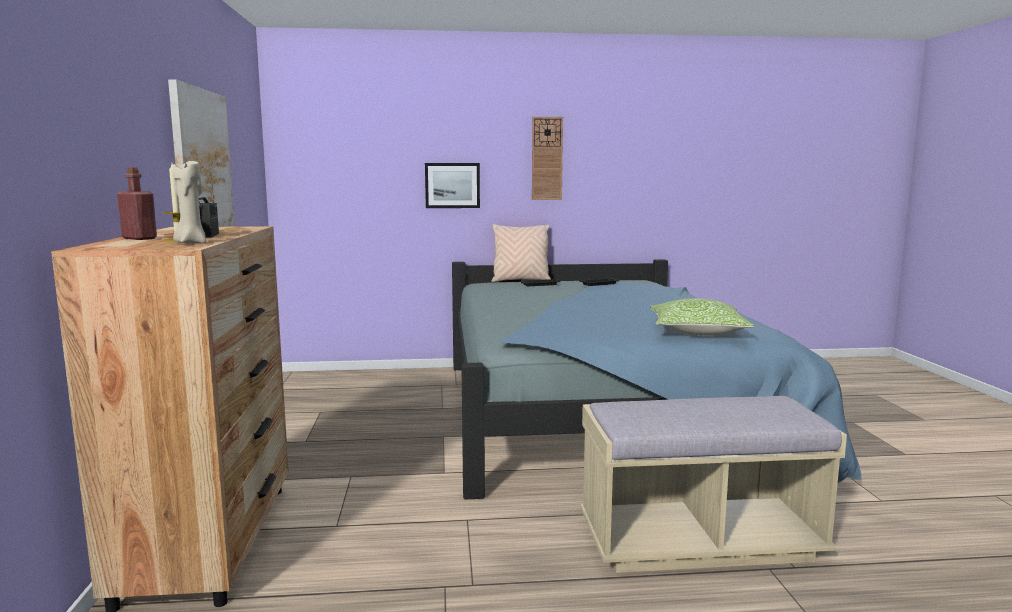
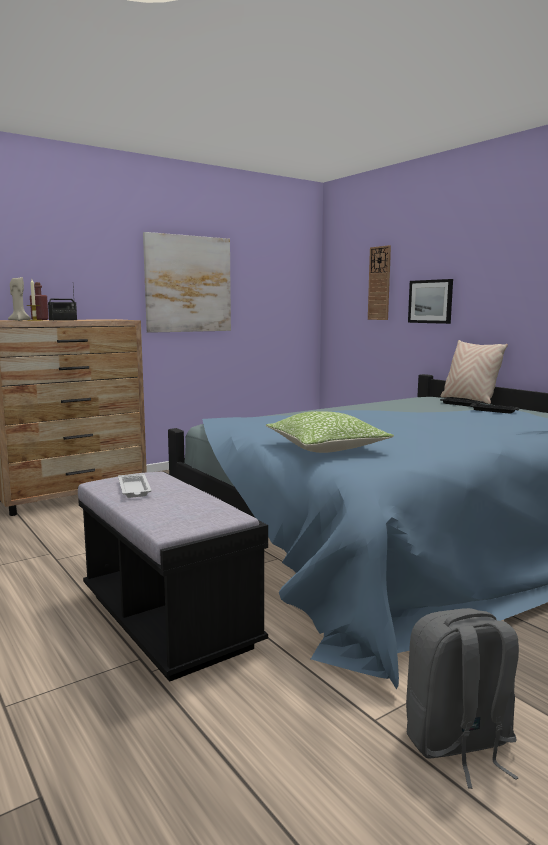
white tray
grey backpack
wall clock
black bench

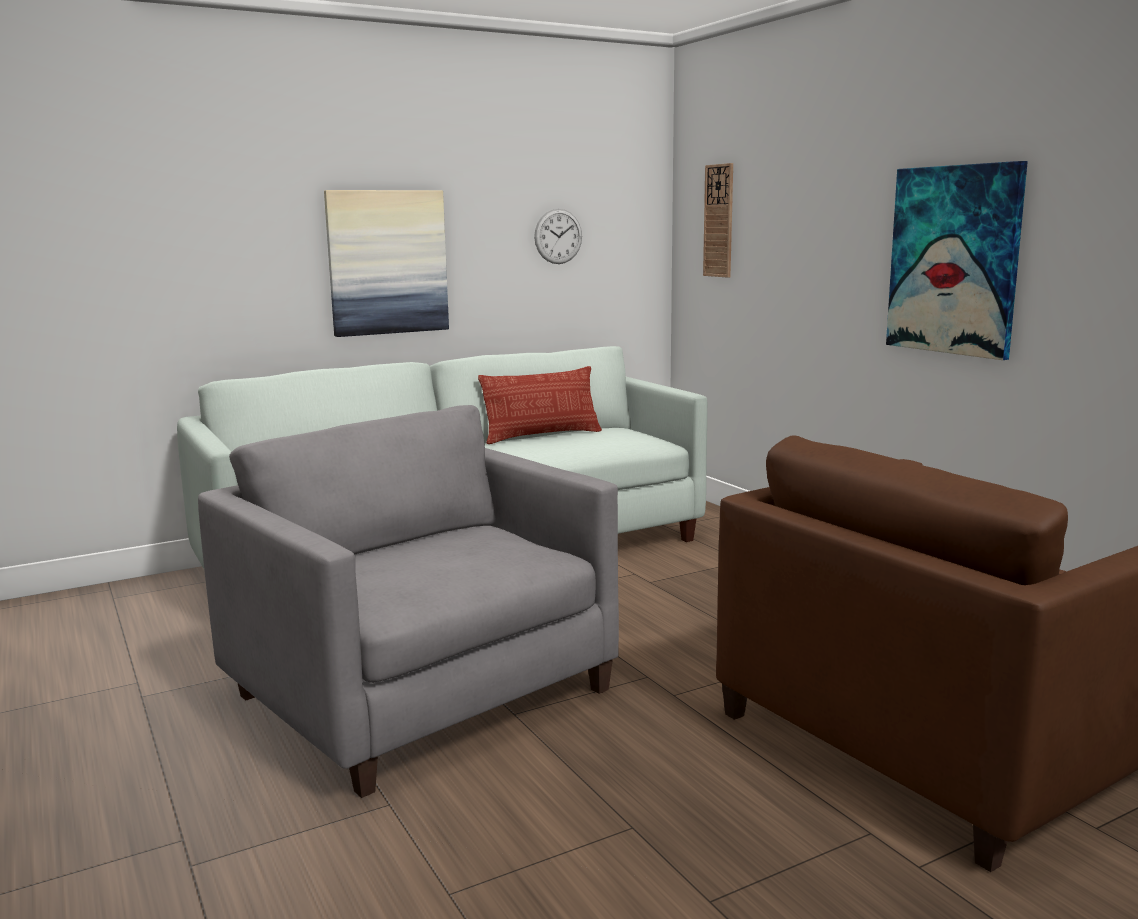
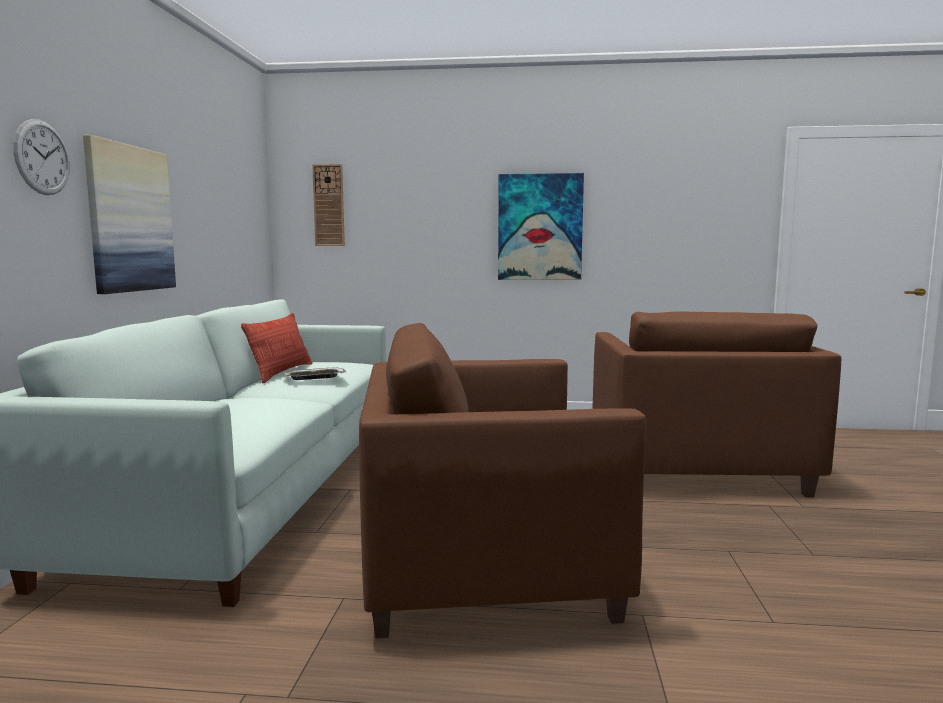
tray
wall clock (1st from left)
brown armchair (1st from left)

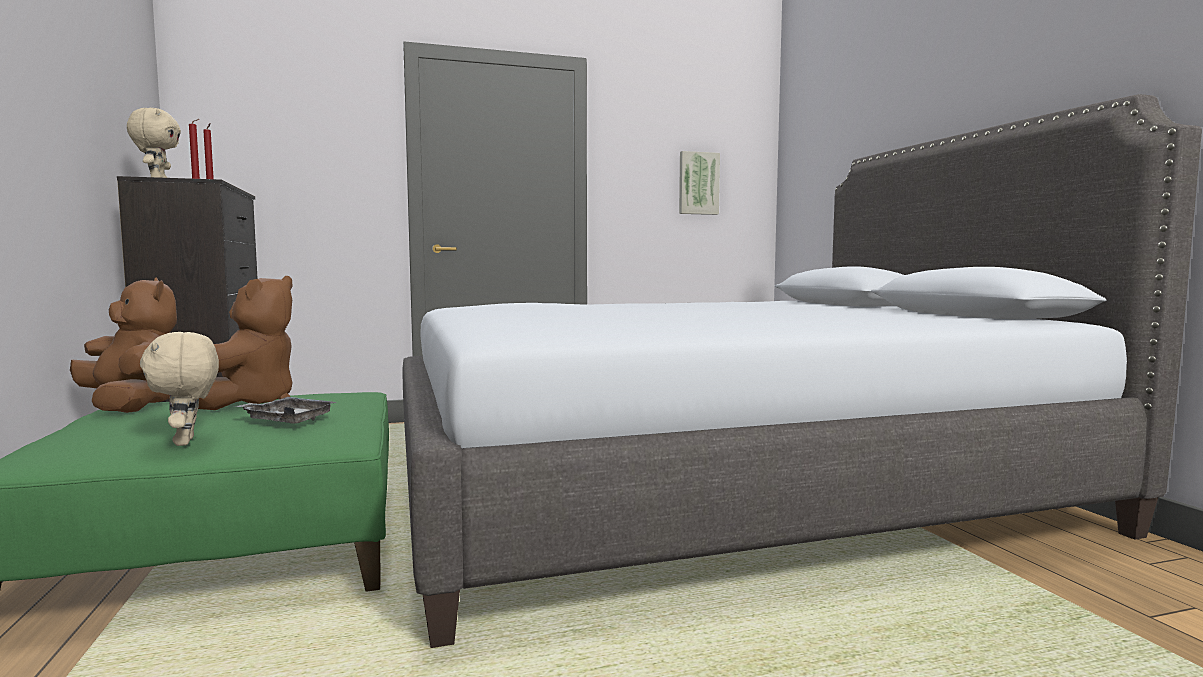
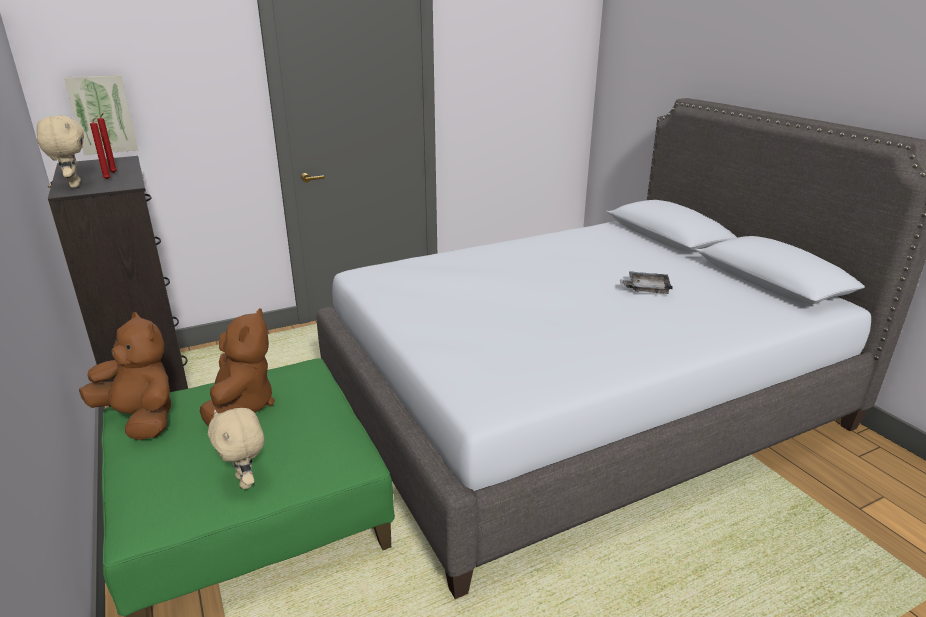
grey tray
picture

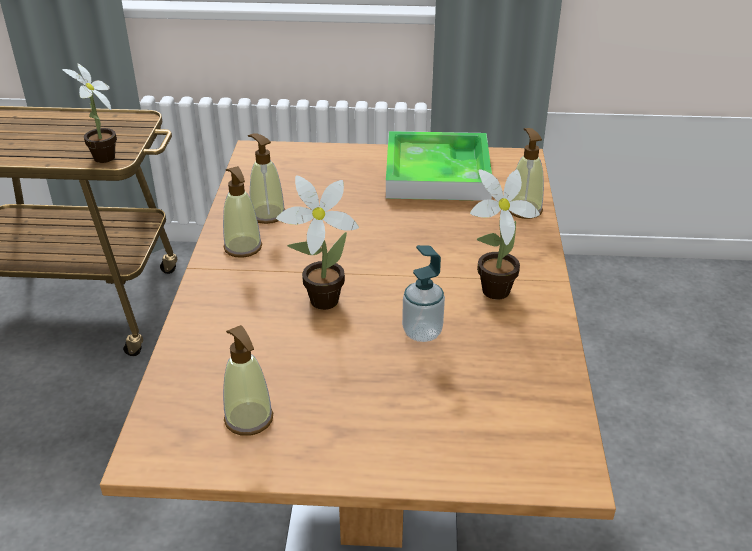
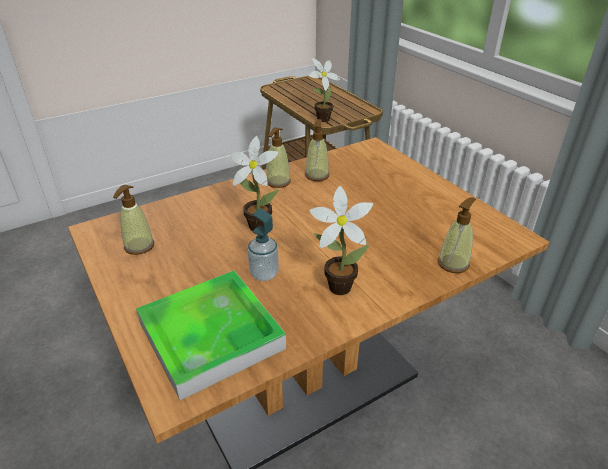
tray

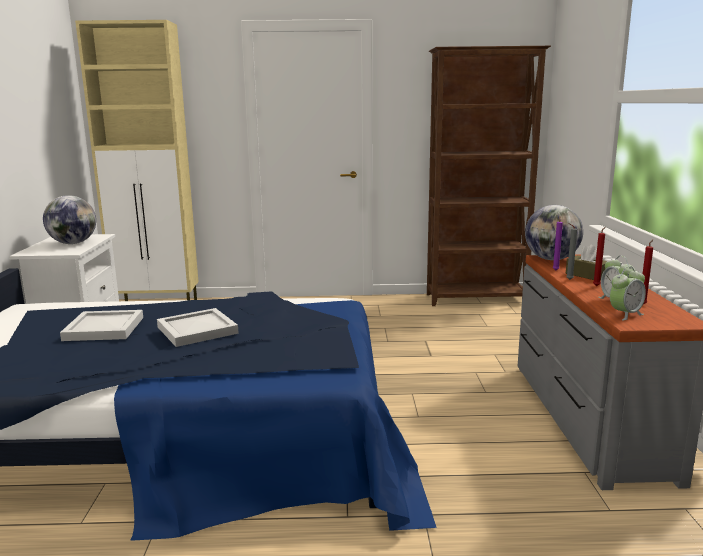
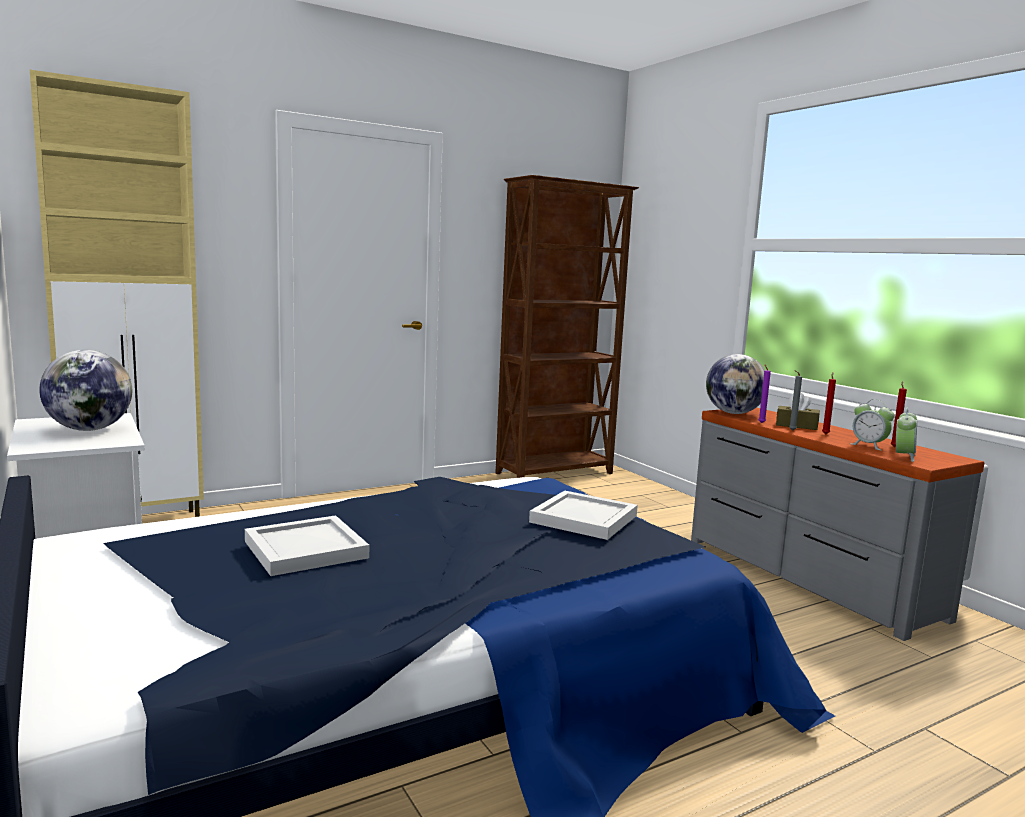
white tray (2nd from left)

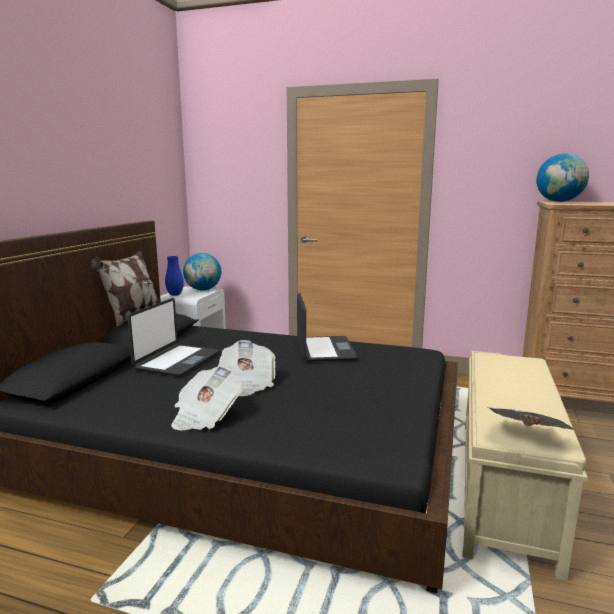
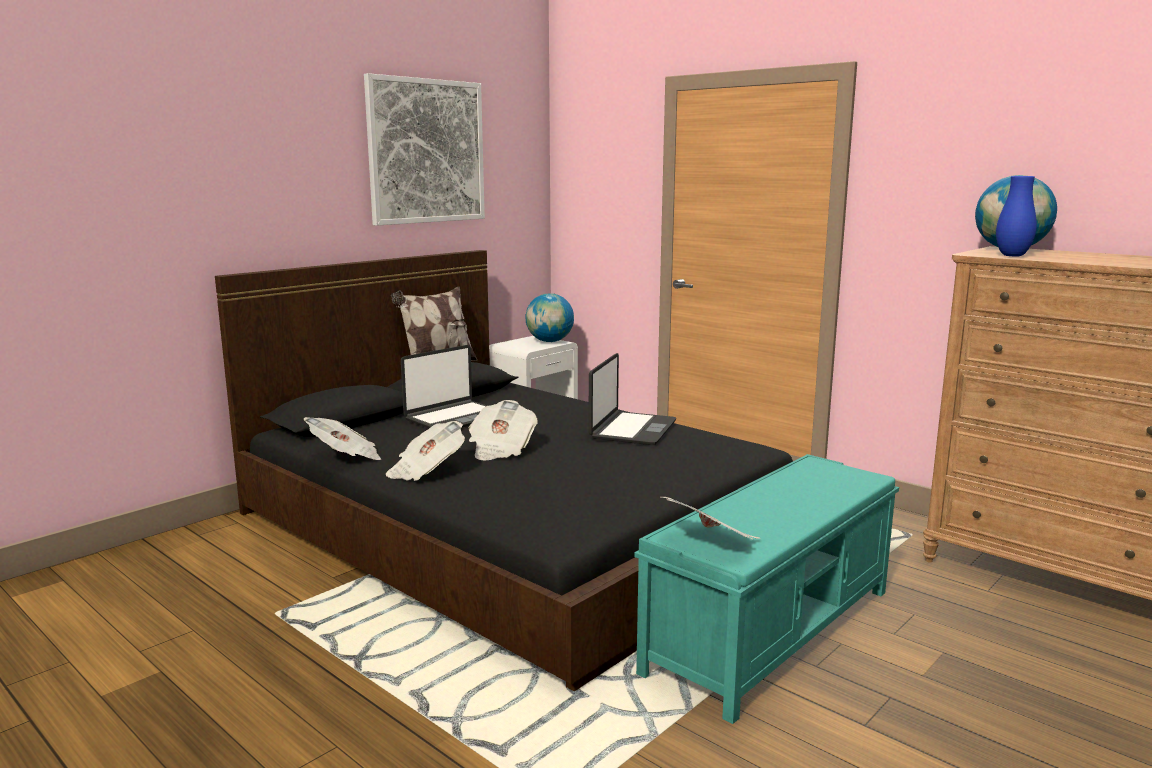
newspaper (1st from left)
picture
blue vase
turquoise bench

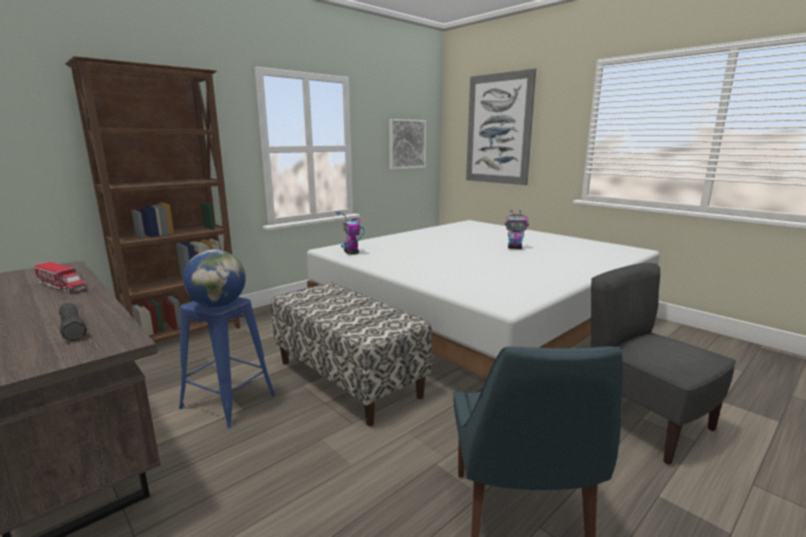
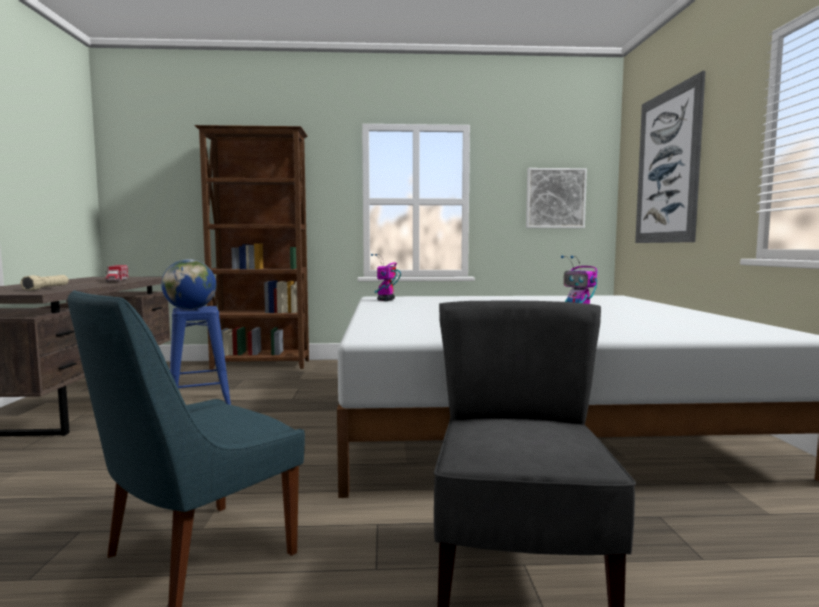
bench
beige flashlight

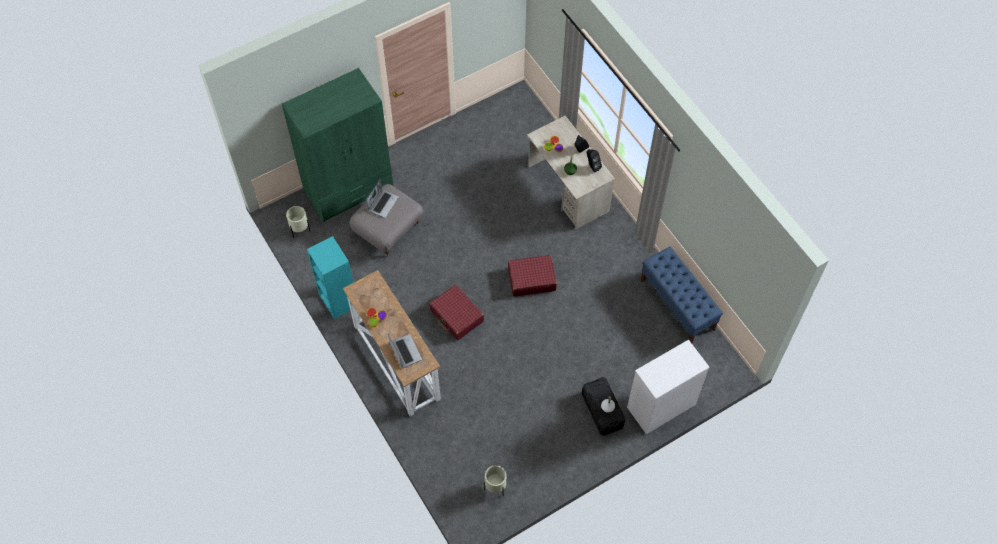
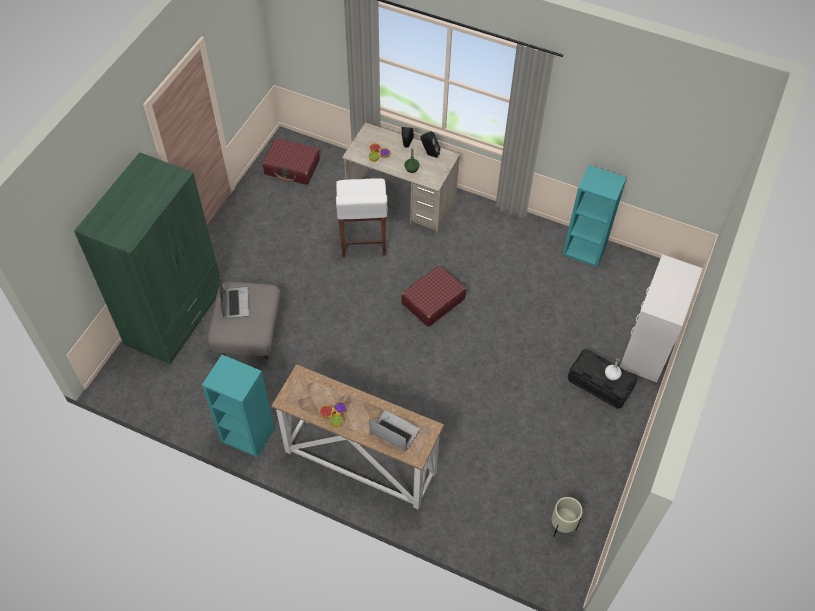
beige planter (1st from left in the first image)
white stool
red suitcase (1st from left)
turquoise bookcase (2nd from left)

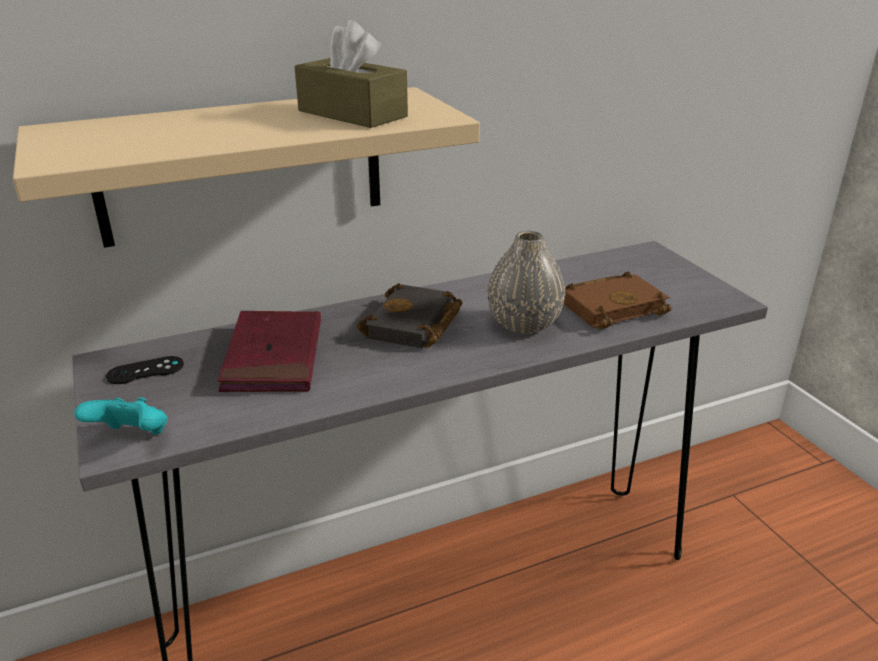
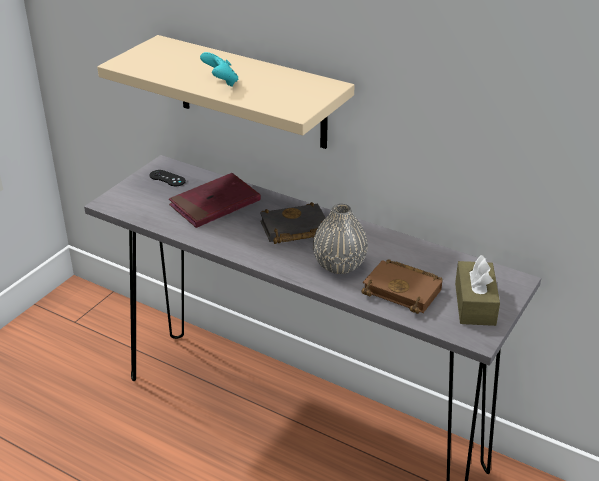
turquoise game controller
brown tissue box

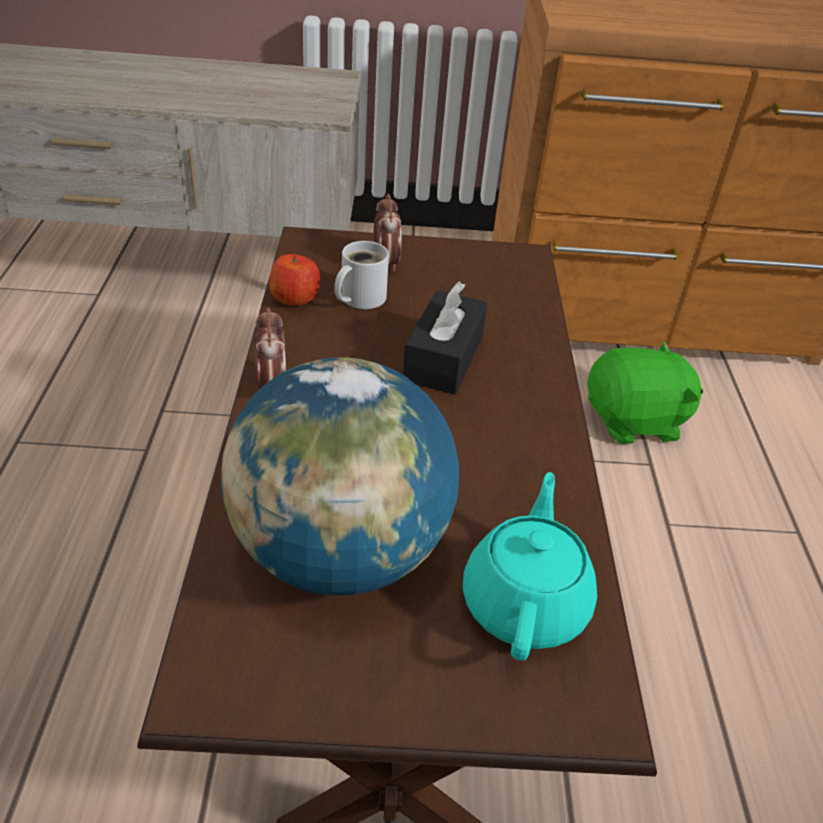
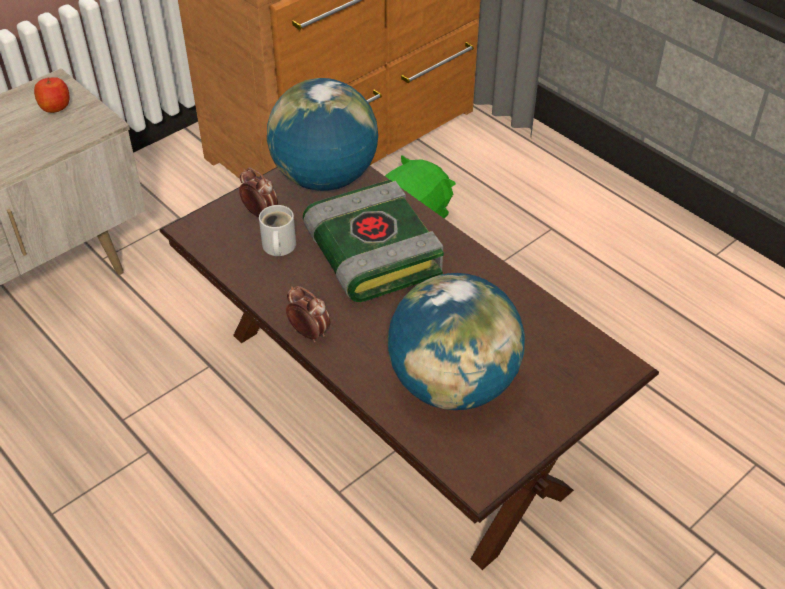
turquoise teapot
globe (1st from left)
apple
book

